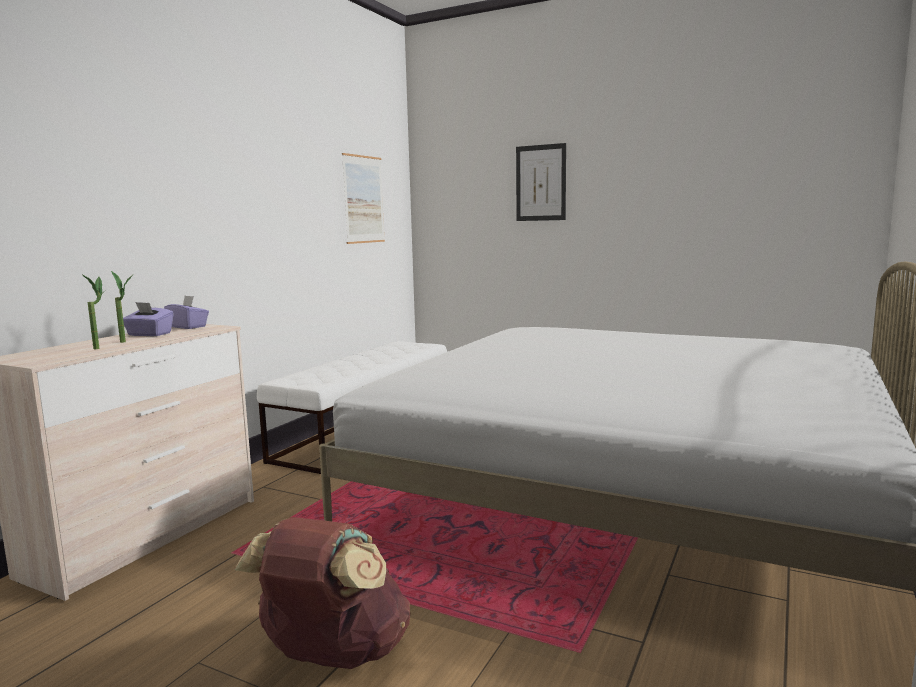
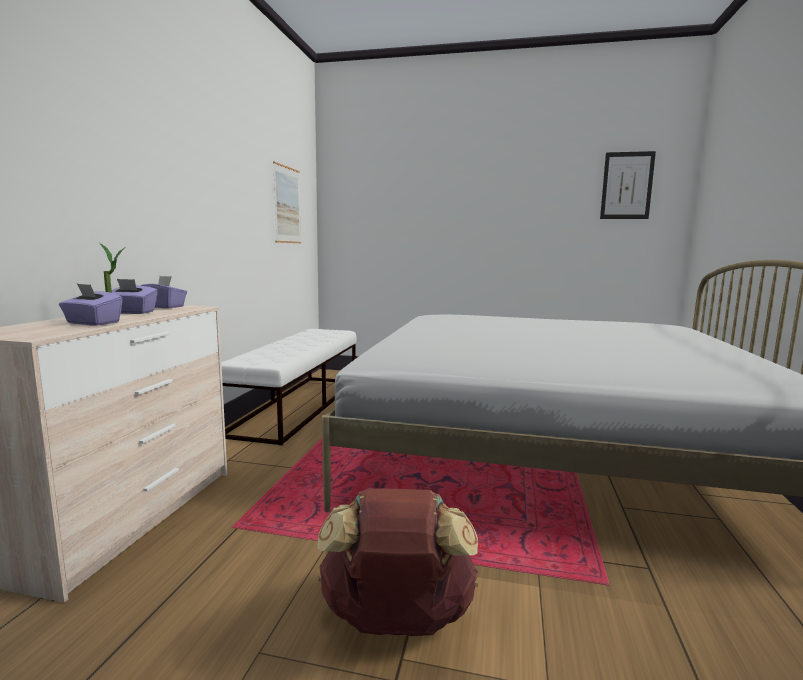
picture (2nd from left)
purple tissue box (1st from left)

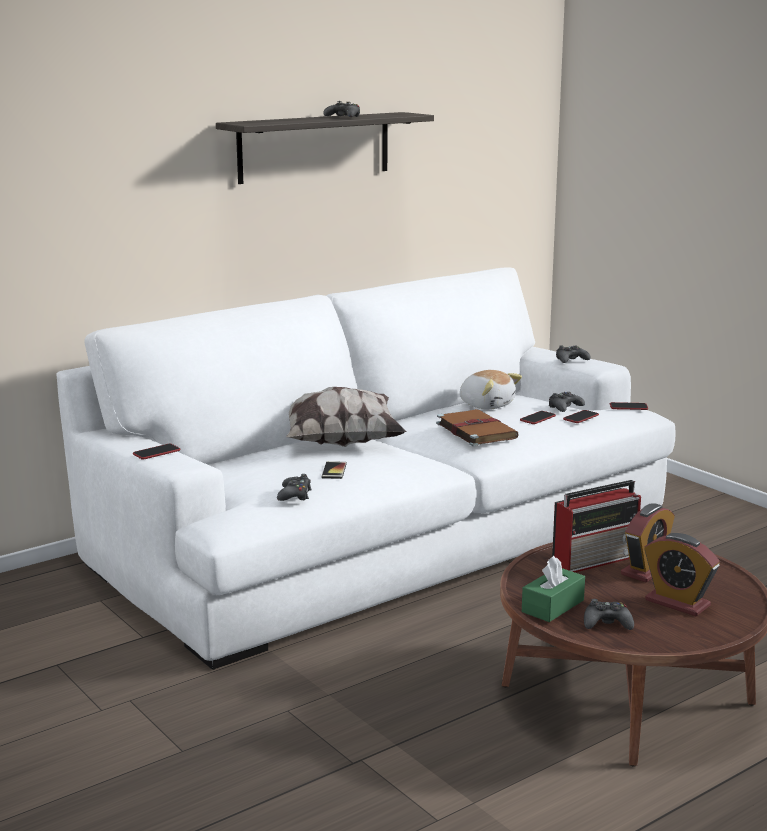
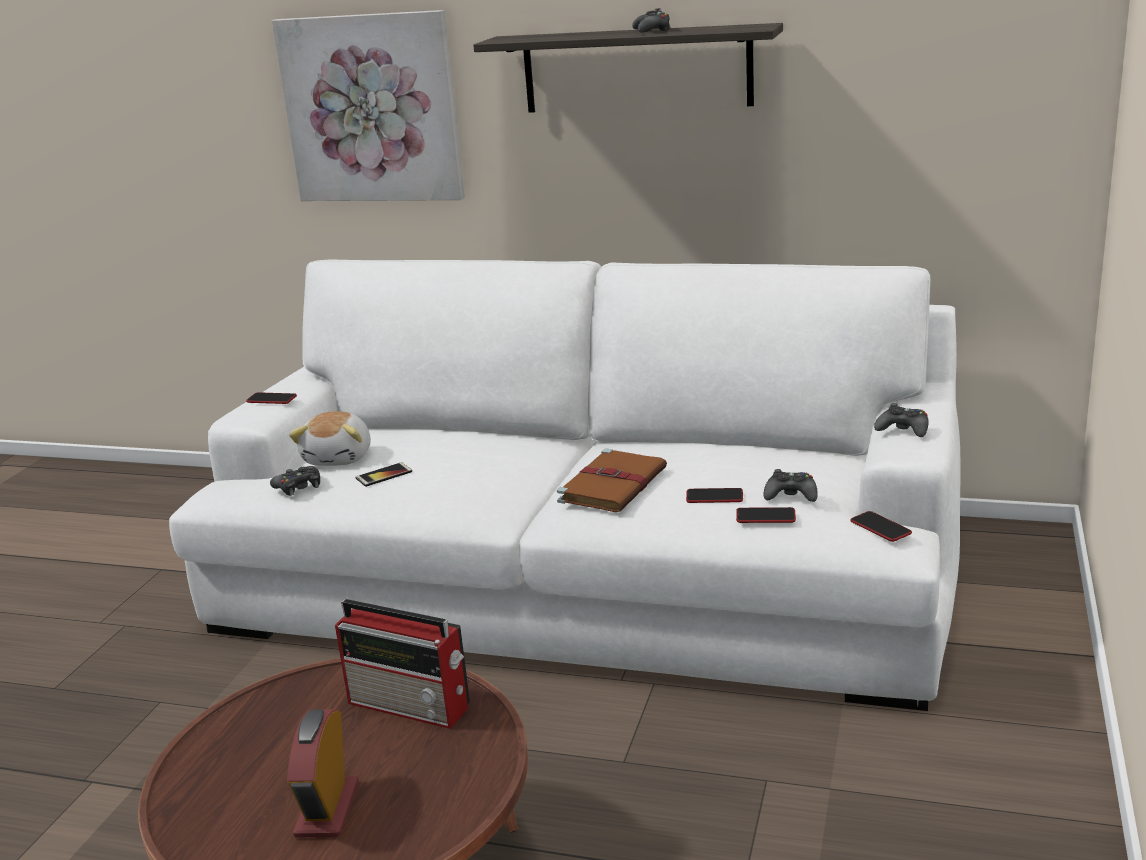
pillow
green tissue box
black game controller (5th from left in the first image)
alarm clock (1st from left in the first image)
picture
plush toy

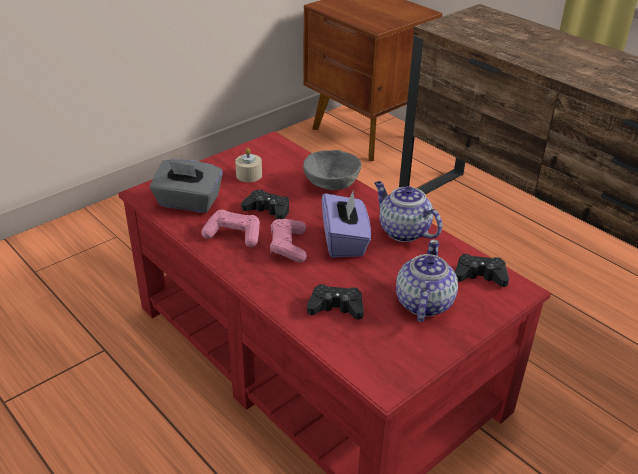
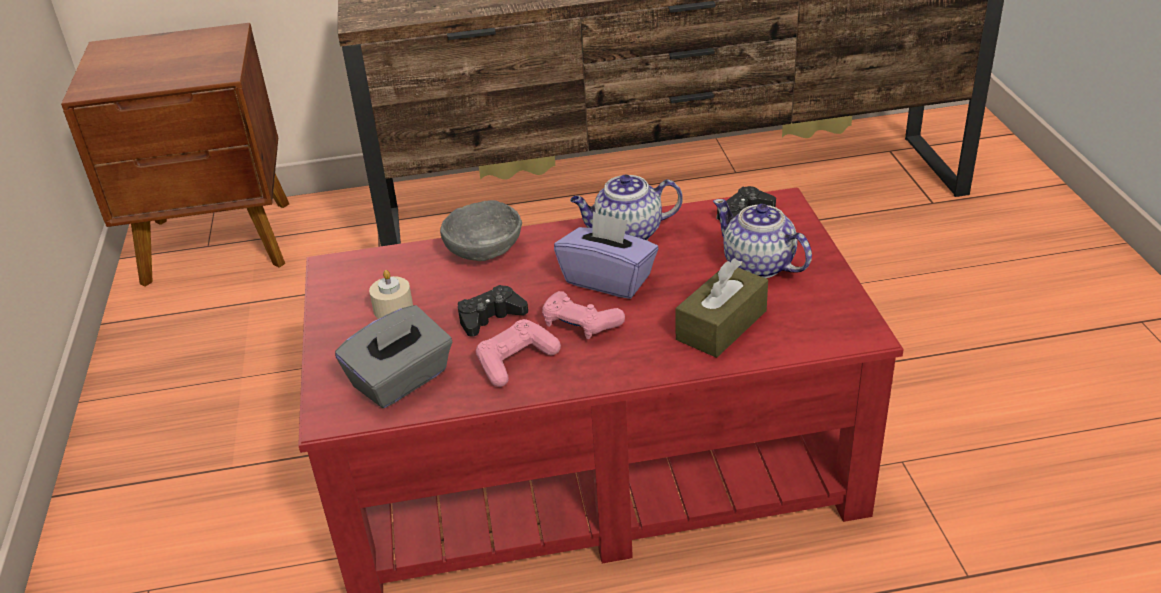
brown tissue box

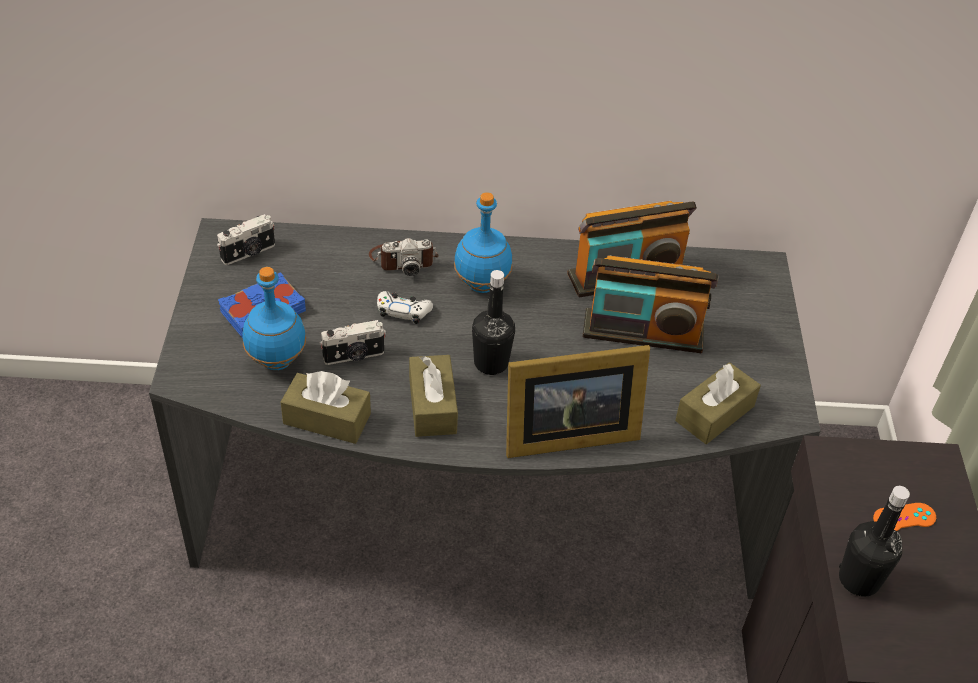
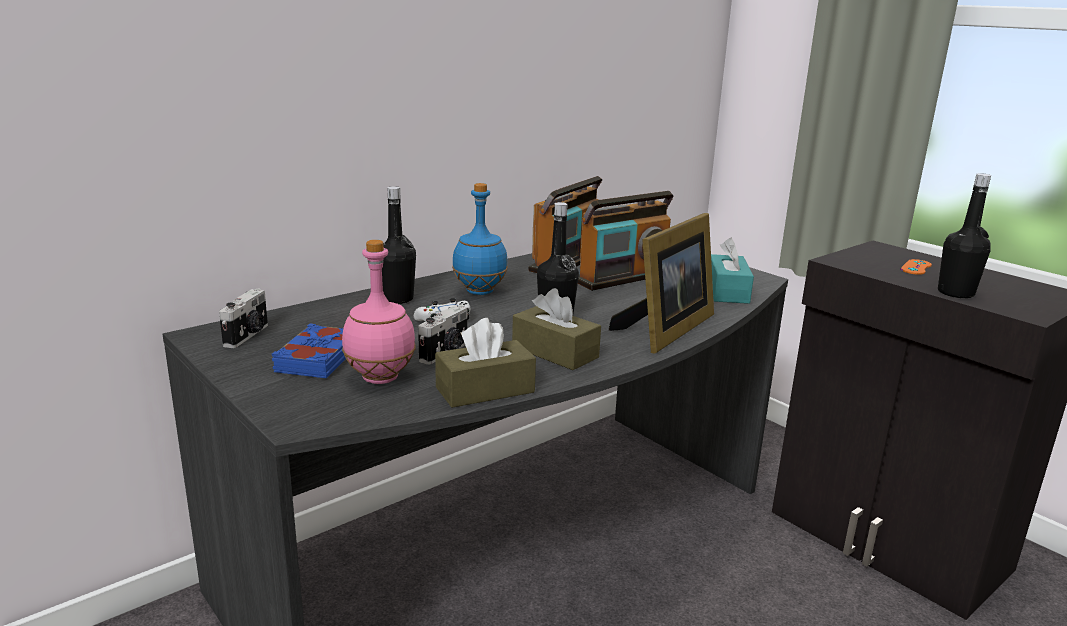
black bottle (1st from left)
pink bottle
turquoise tissue box

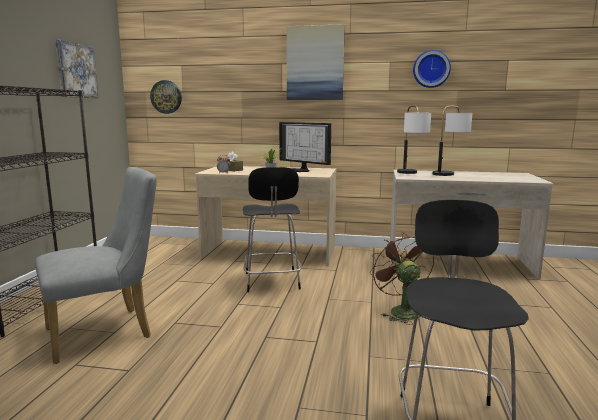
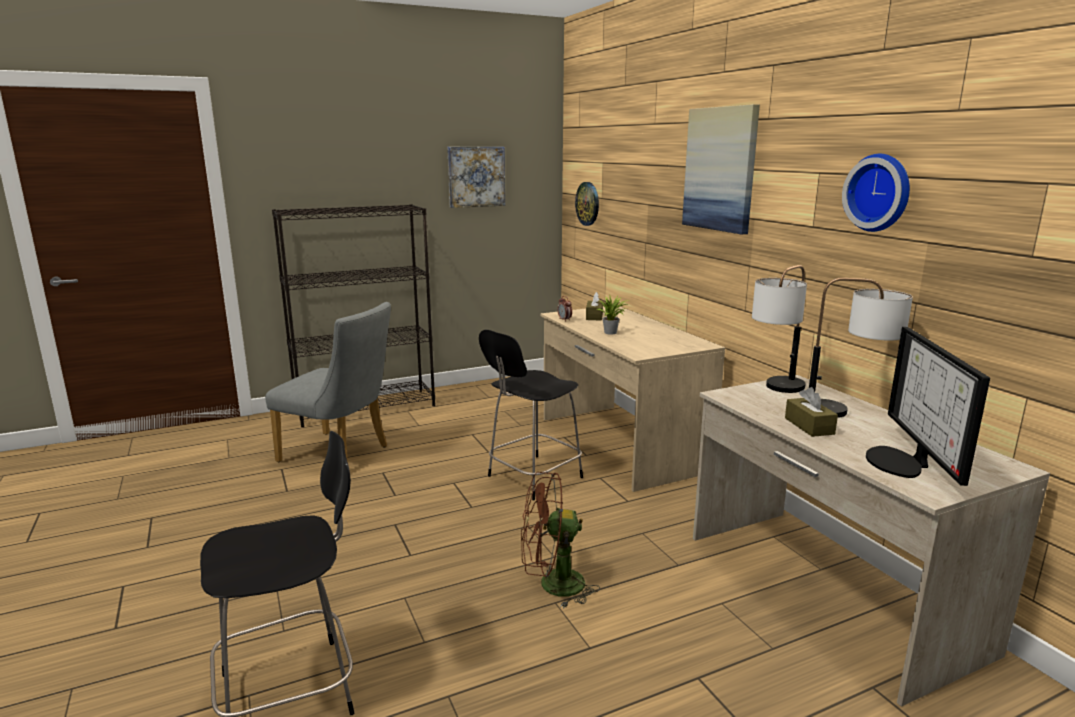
brown tissue box (2nd from left)
monitor
brown fan

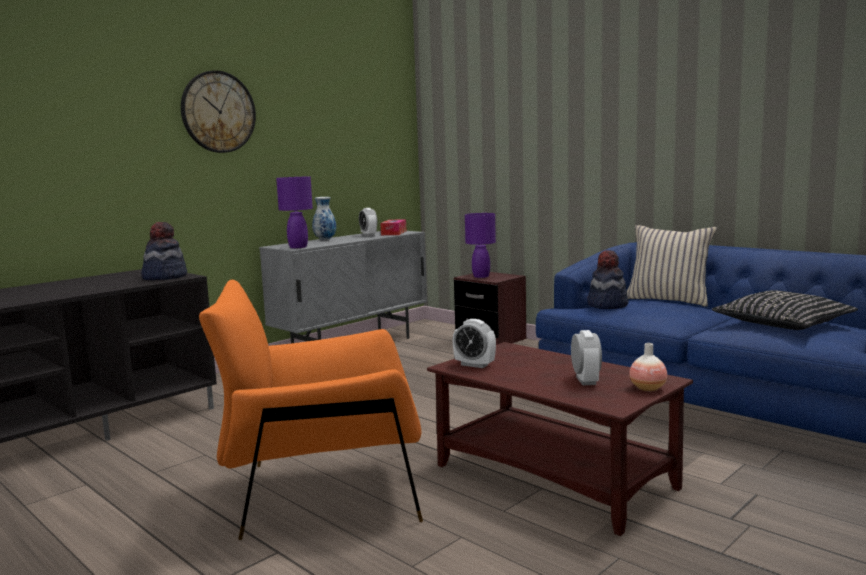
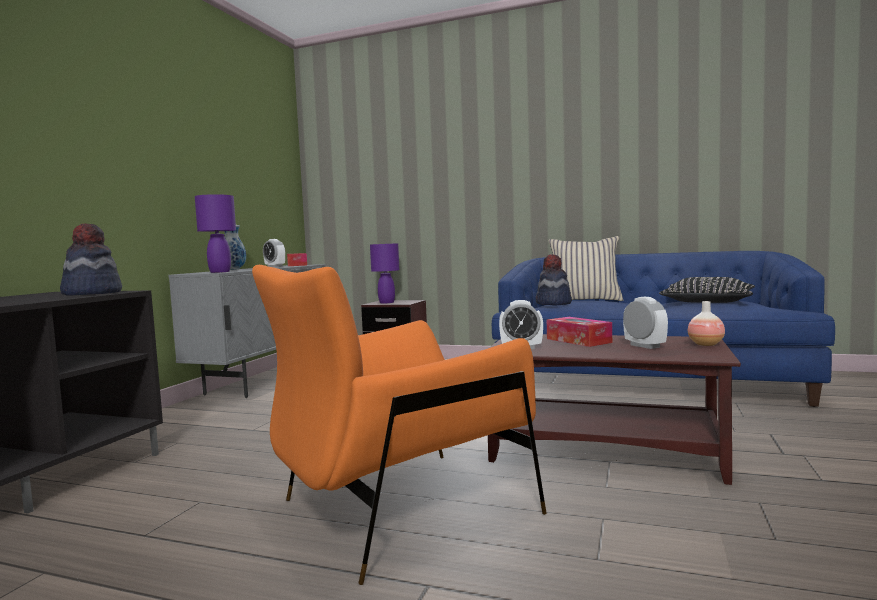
wall clock
tissue box (2nd from left)

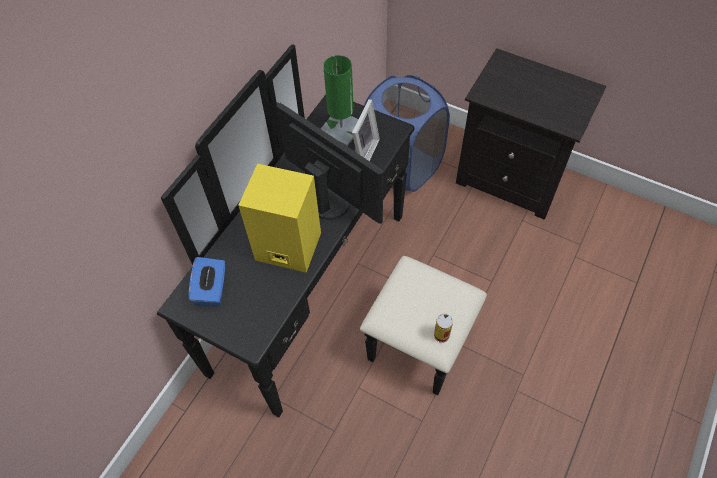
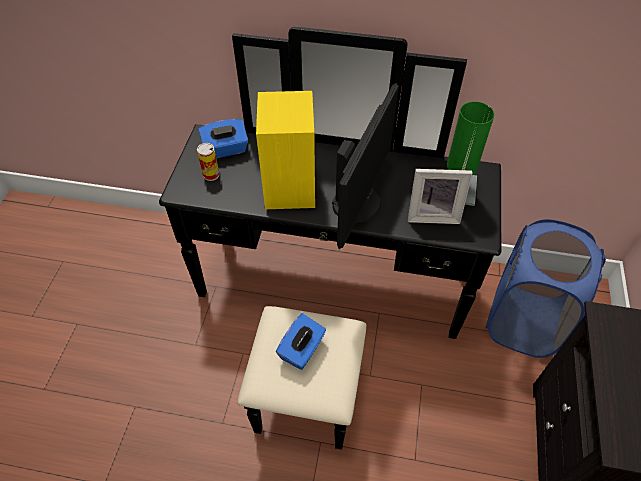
blue tissue box (2nd from left)
can

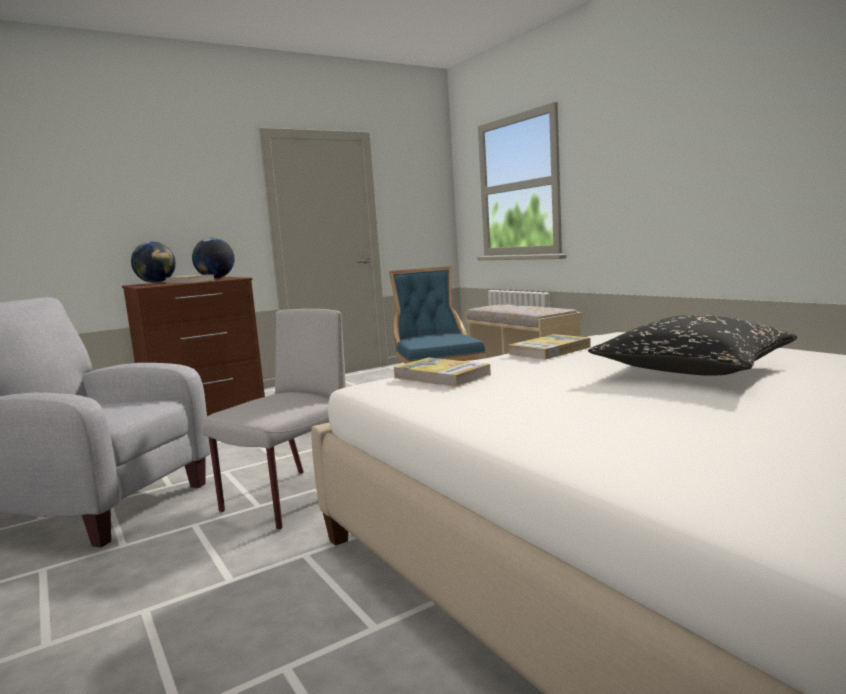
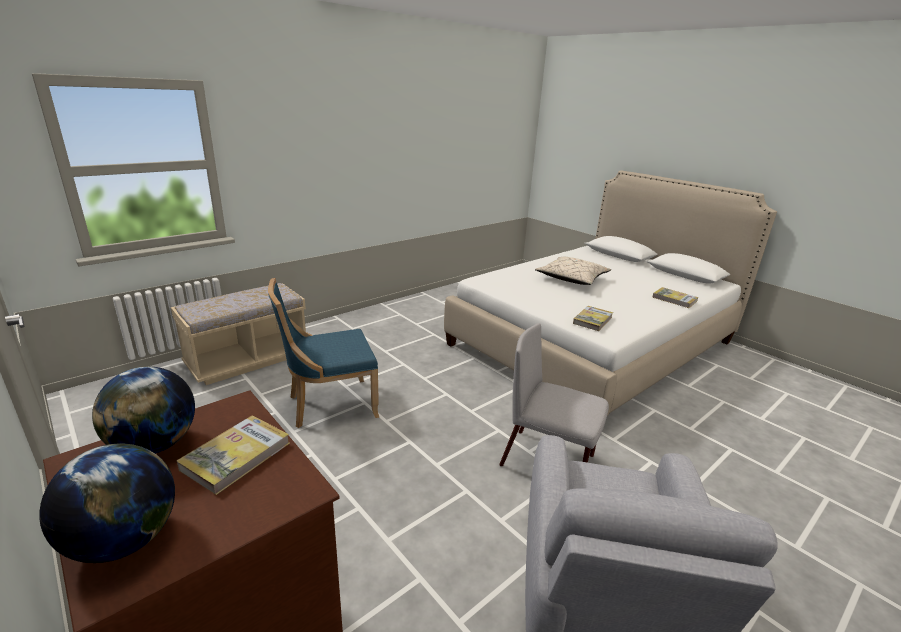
book (3rd from left)
beige pillow

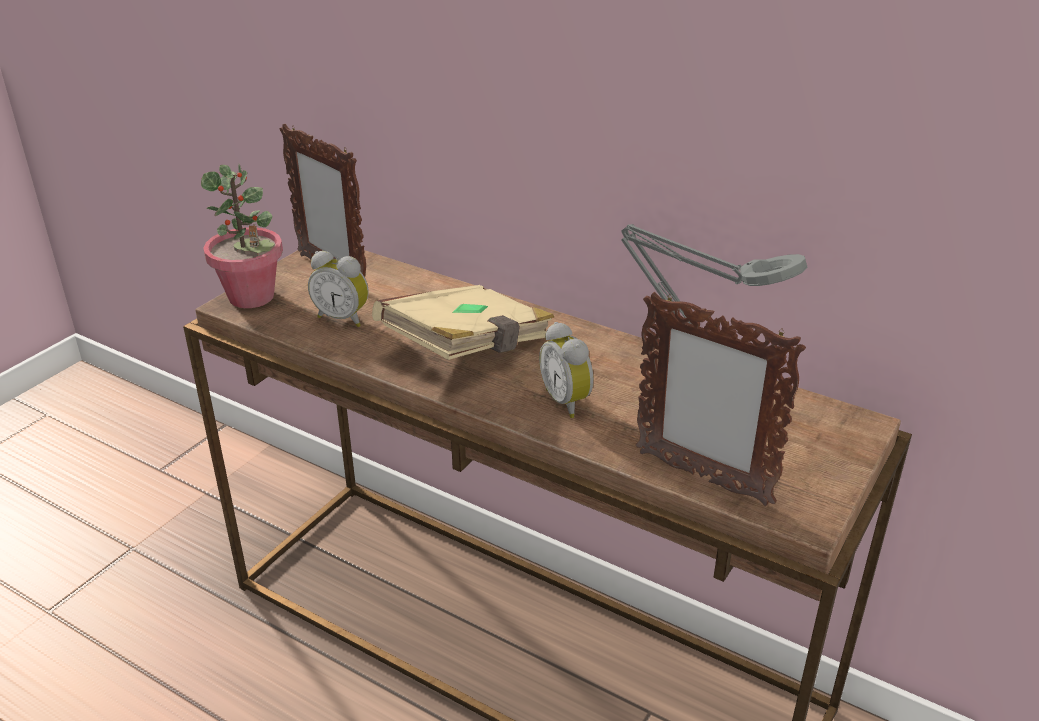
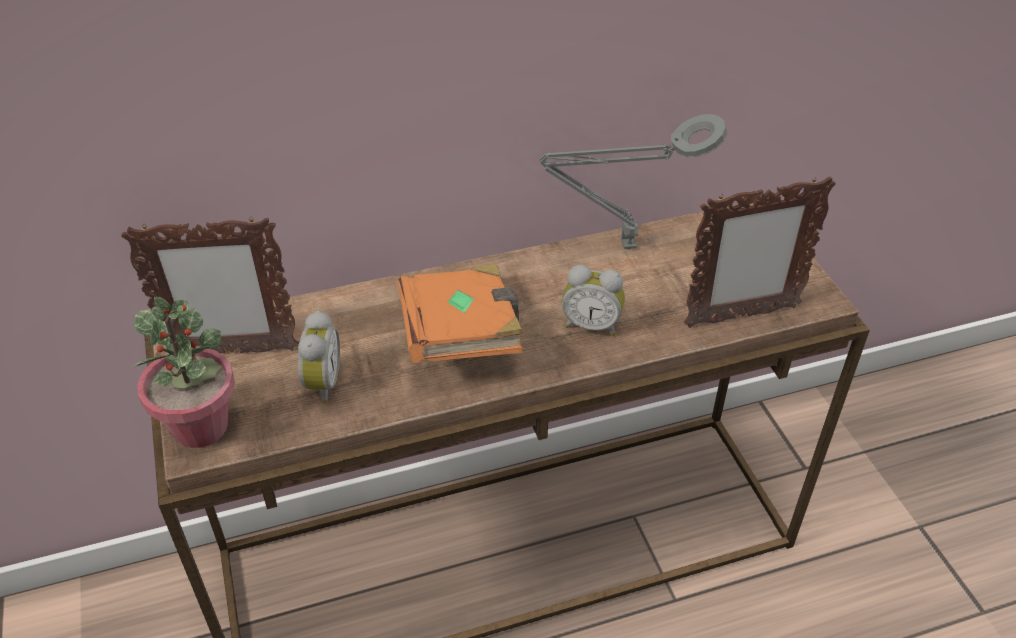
orange book
alarm clock (1st from left)

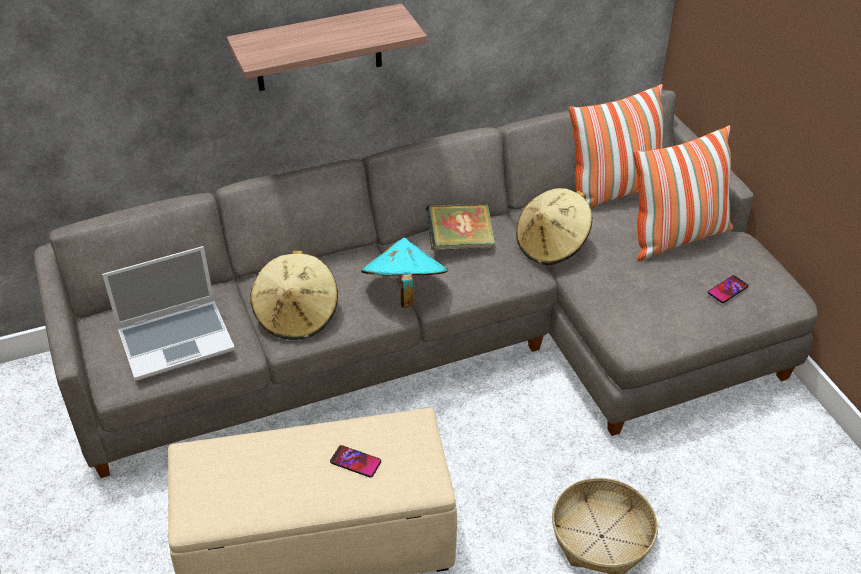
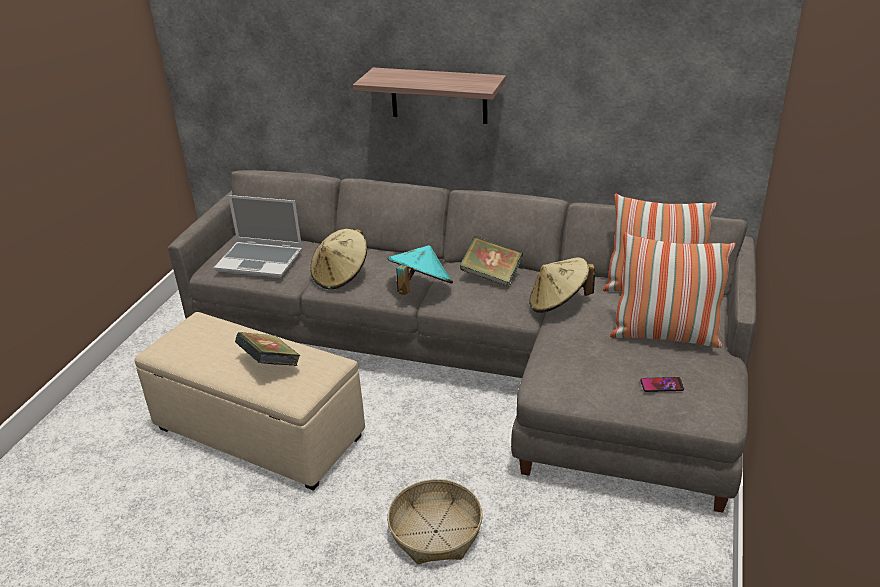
book (1st from left)

